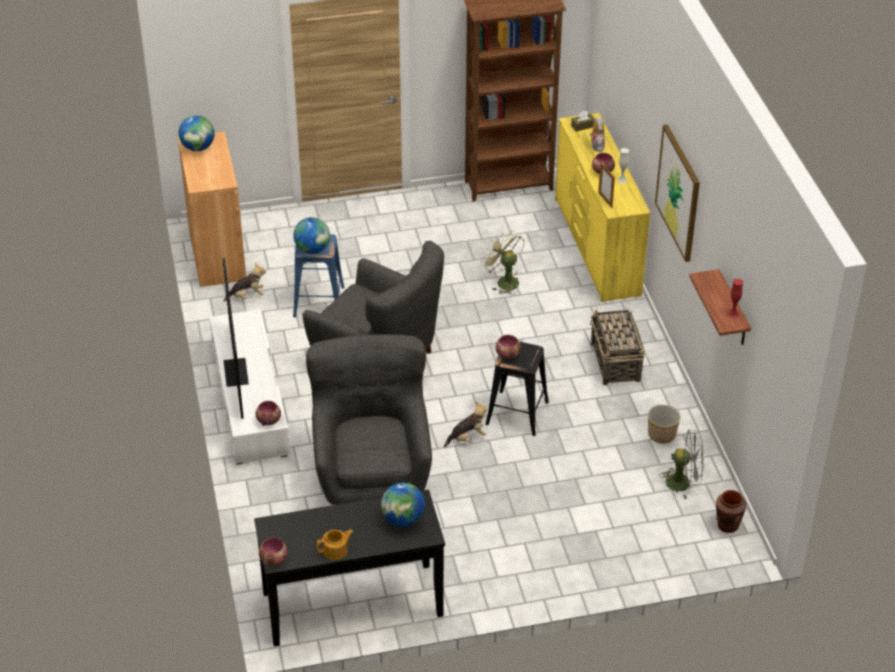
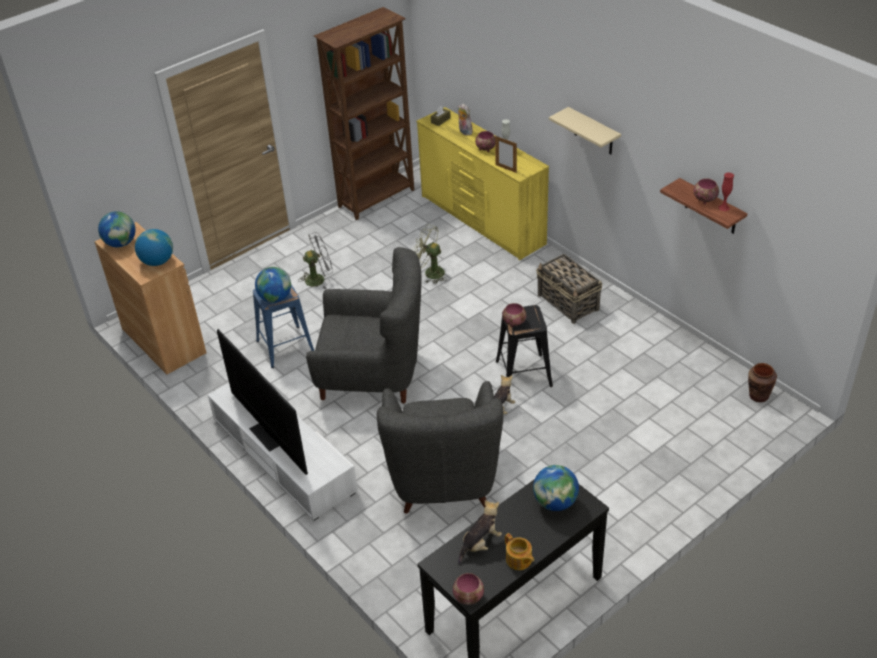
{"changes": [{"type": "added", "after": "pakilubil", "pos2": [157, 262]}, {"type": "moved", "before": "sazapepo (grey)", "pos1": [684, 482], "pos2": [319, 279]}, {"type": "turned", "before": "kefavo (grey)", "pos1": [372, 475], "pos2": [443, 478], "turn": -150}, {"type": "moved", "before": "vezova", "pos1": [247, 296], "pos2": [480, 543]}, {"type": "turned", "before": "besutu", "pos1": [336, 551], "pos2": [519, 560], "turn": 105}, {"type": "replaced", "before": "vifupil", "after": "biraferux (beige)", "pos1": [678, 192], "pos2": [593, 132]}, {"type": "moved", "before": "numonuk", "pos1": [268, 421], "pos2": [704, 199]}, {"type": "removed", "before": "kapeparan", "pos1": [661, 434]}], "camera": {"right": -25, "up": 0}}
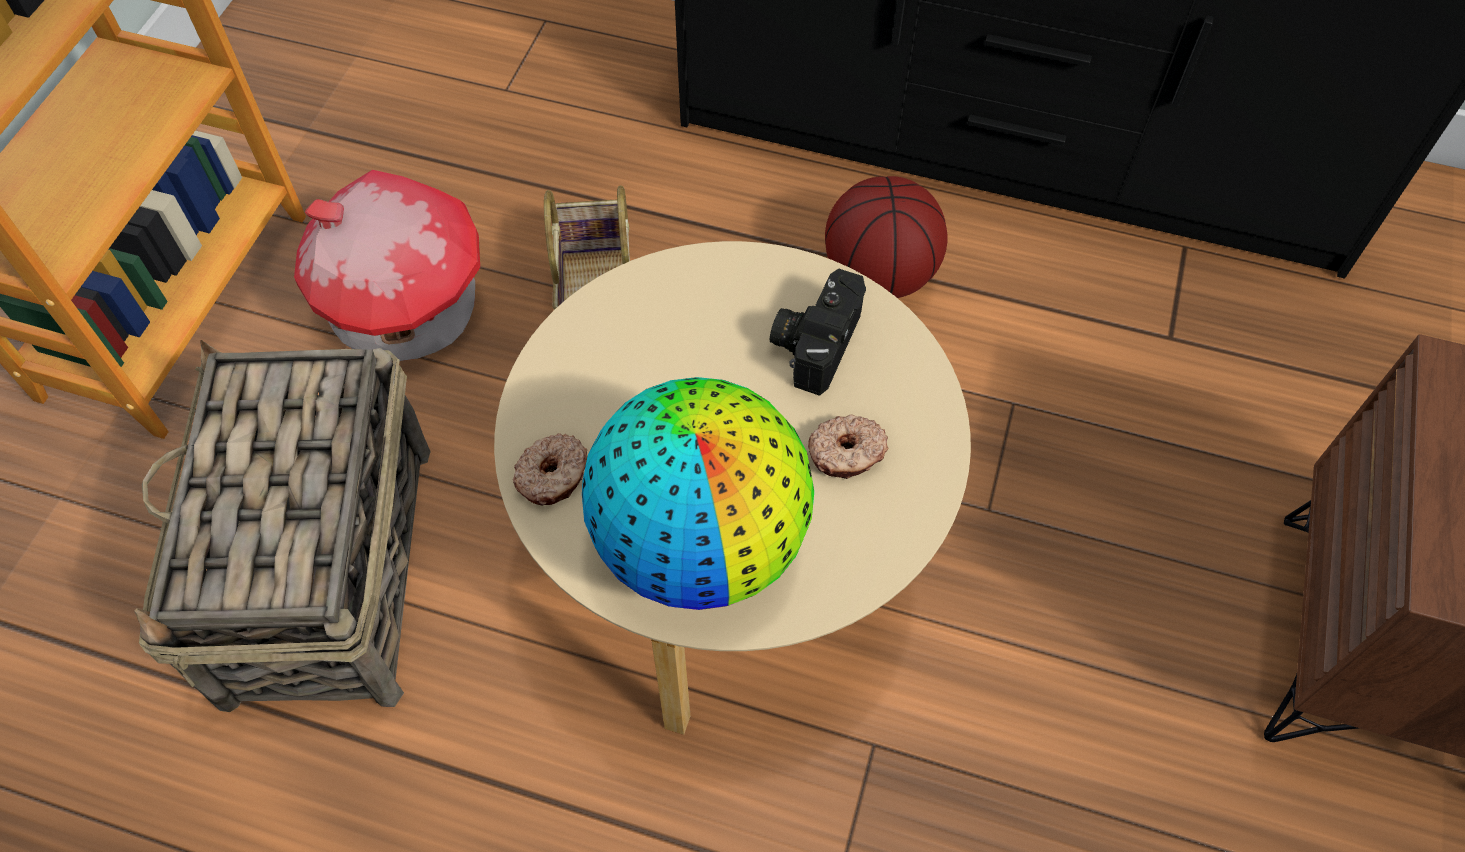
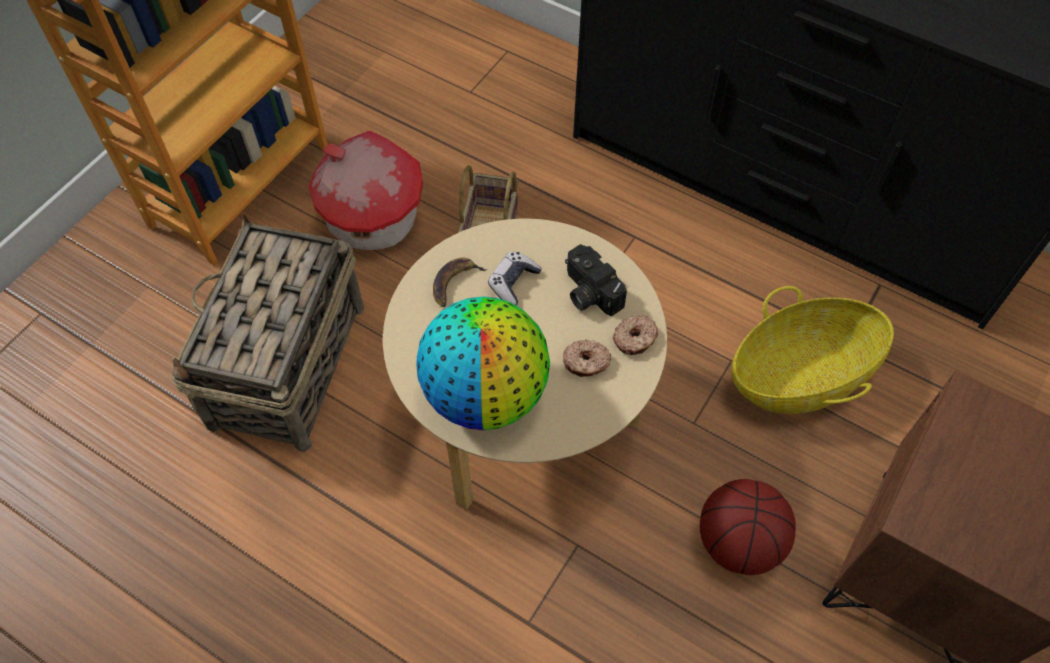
{"changes": [{"type": "added", "after": "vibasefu", "pos2": [454, 283]}, {"type": "added", "after": "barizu", "pos2": [513, 282]}, {"type": "turned", "before": "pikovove", "pos1": [814, 341], "pos2": [588, 292], "turn": -75}, {"type": "moved", "before": "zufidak", "pos1": [553, 476], "pos2": [635, 339]}, {"type": "moved", "before": "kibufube", "pos1": [878, 276], "pos2": [737, 542]}, {"type": "added", "after": "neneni", "pos2": [800, 374]}], "camera": {"right": 15, "up": 0}}
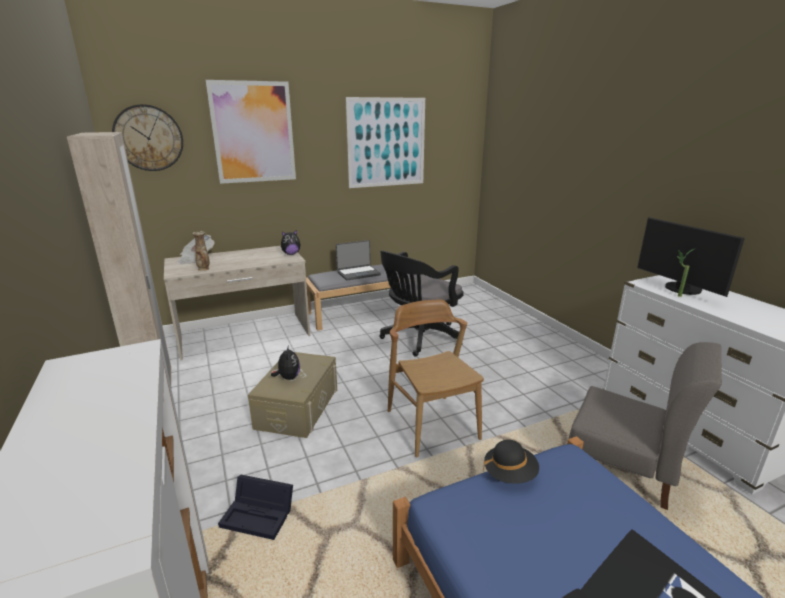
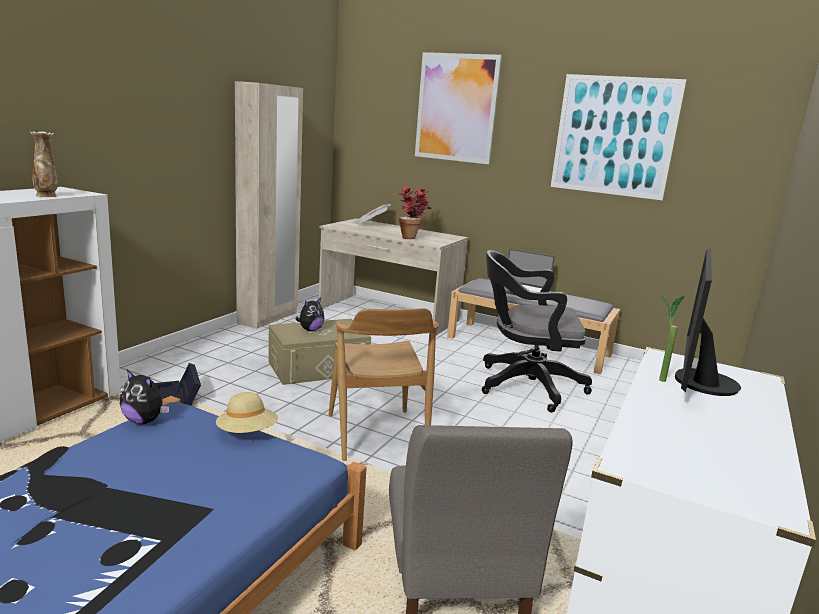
{"changes": [{"type": "moved", "before": "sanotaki", "pos1": [204, 269], "pos2": [47, 196]}, {"type": "moved", "before": "vezova", "pos1": [291, 254], "pos2": [144, 421]}, {"type": "recoloured", "before": "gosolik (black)", "after": "gosolik (beige)", "pos1": [510, 474], "pos2": [247, 433]}, {"type": "turned", "before": "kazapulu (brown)", "pos1": [432, 424], "pos2": [376, 435], "turn": 135}, {"type": "added", "after": "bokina", "pos2": [412, 237]}, {"type": "removed", "before": "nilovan", "pos1": [148, 138]}], "camera": {"right": 50, "up": -5}}
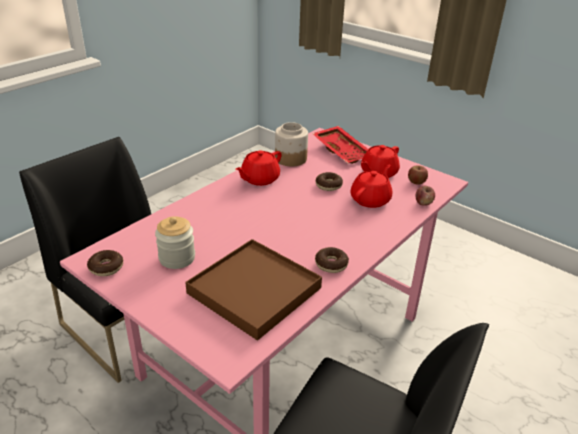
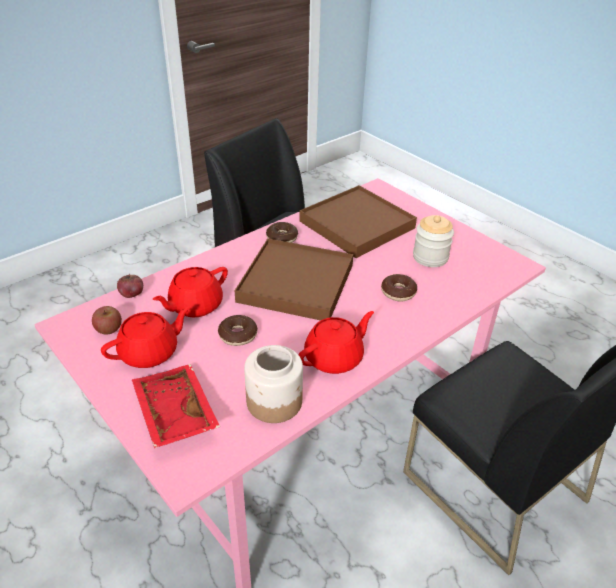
{"changes": [{"type": "added", "after": "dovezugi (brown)", "pos2": [296, 283]}, {"type": "moved", "before": "zufidak", "pos1": [106, 267], "pos2": [398, 292]}], "camera": {"right": -170, "up": 5}}
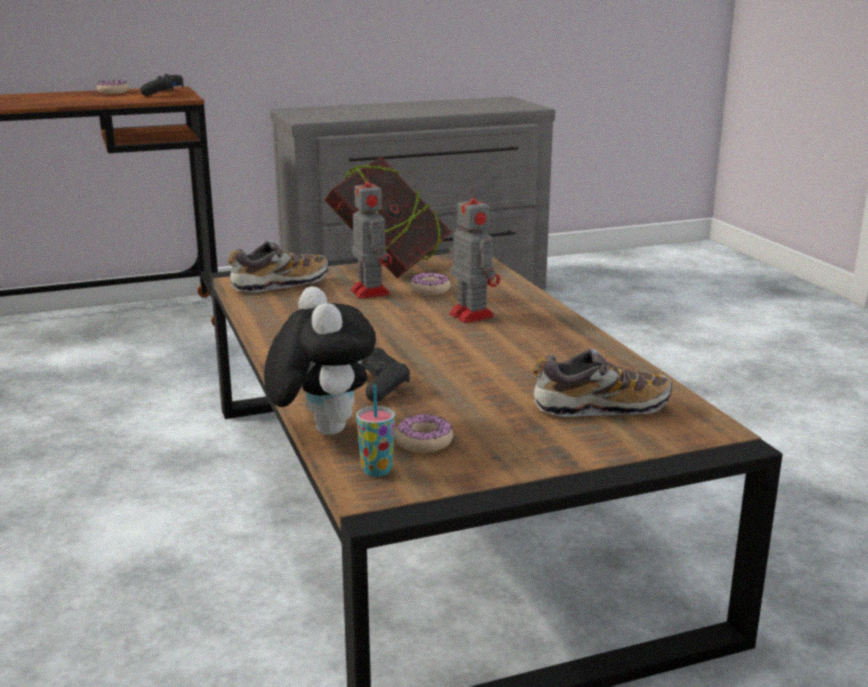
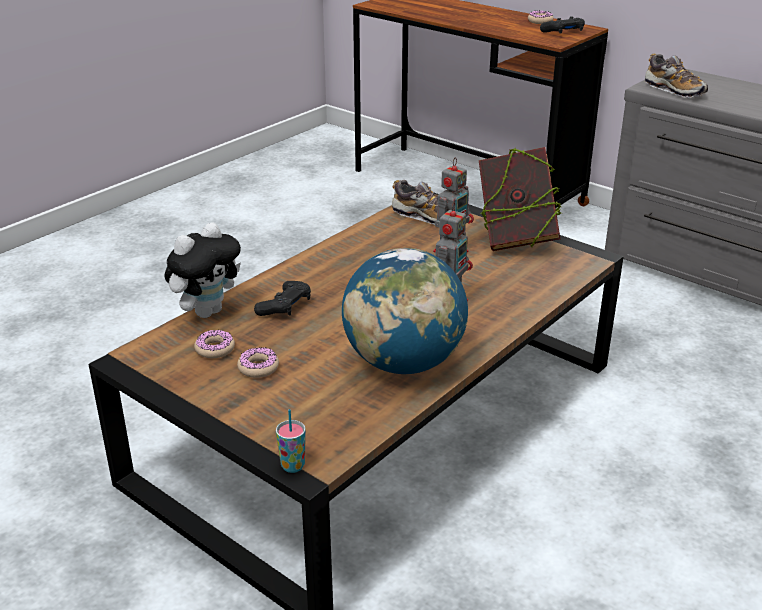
{"changes": [{"type": "moved", "before": "zufidak", "pos1": [430, 290], "pos2": [258, 368]}, {"type": "moved", "before": "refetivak", "pos1": [376, 470], "pos2": [293, 466]}, {"type": "added", "after": "pakilubil", "pos2": [404, 363]}, {"type": "moved", "before": "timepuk", "pos1": [600, 408], "pos2": [674, 90]}], "camera": {"right": 60, "up": 10}}
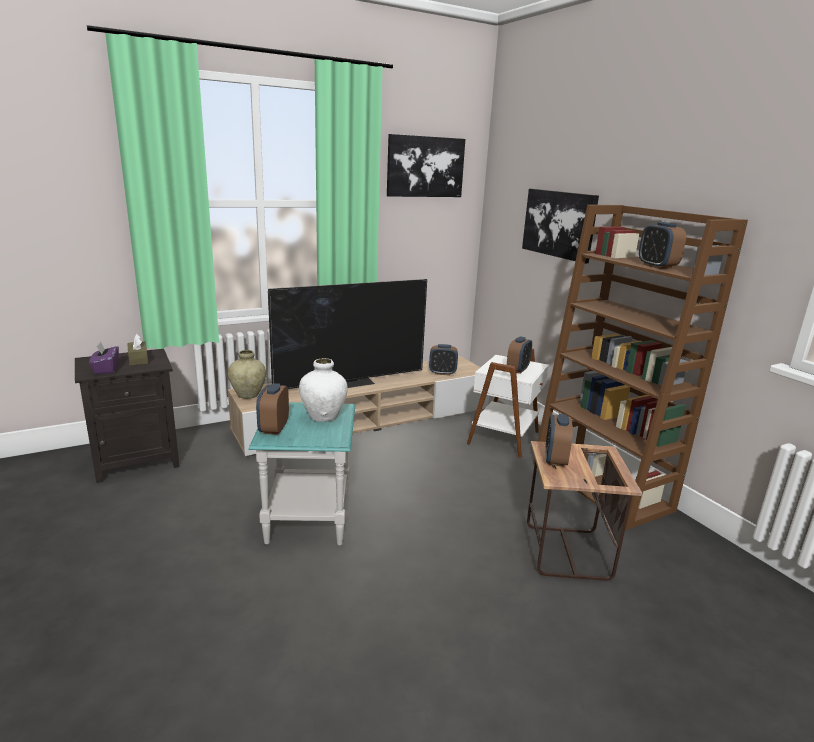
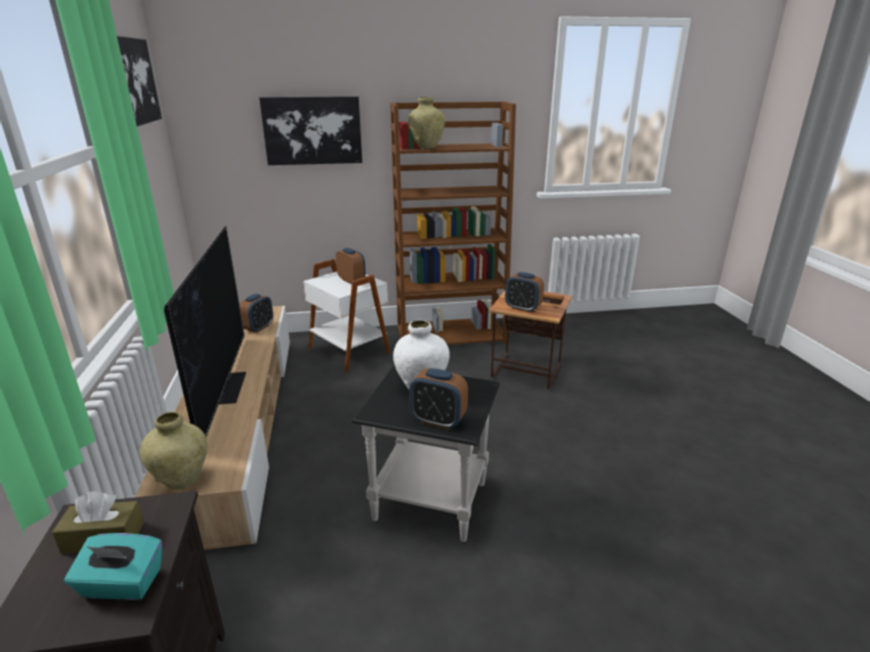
{"changes": [{"type": "recoloured", "before": "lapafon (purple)", "after": "lapafon (turquoise)", "pos1": [106, 369], "pos2": [122, 584]}, {"type": "recoloured", "before": "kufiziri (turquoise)", "after": "kufiziri (black)", "pos1": [308, 519], "pos2": [431, 501]}, {"type": "added", "after": "sanotaki (beige)", "pos2": [426, 147]}, {"type": "removed", "before": "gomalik", "pos1": [657, 266]}], "camera": {"right": -70, "up": 5}}
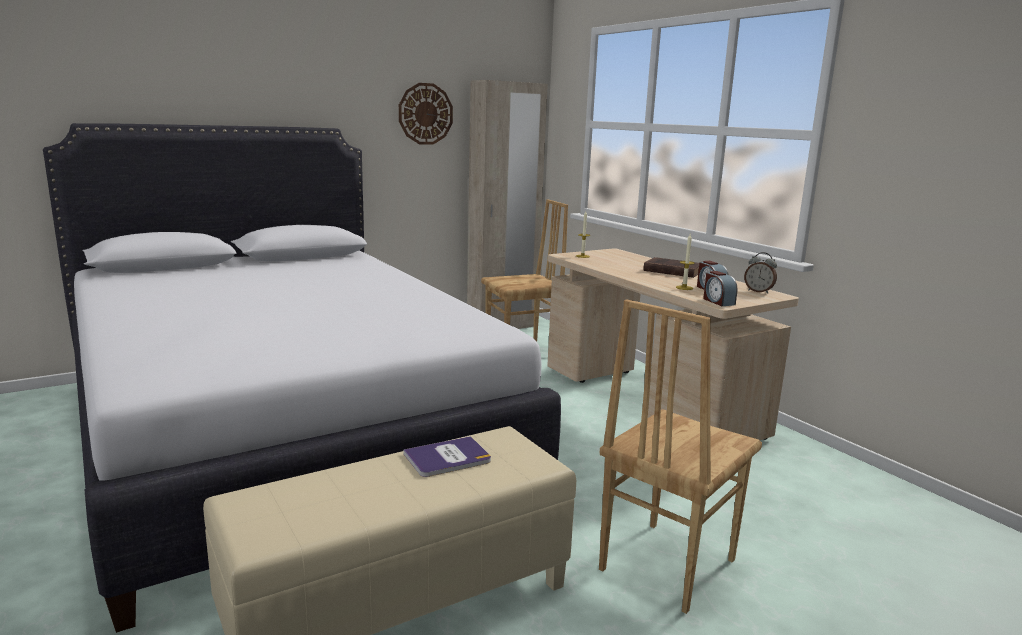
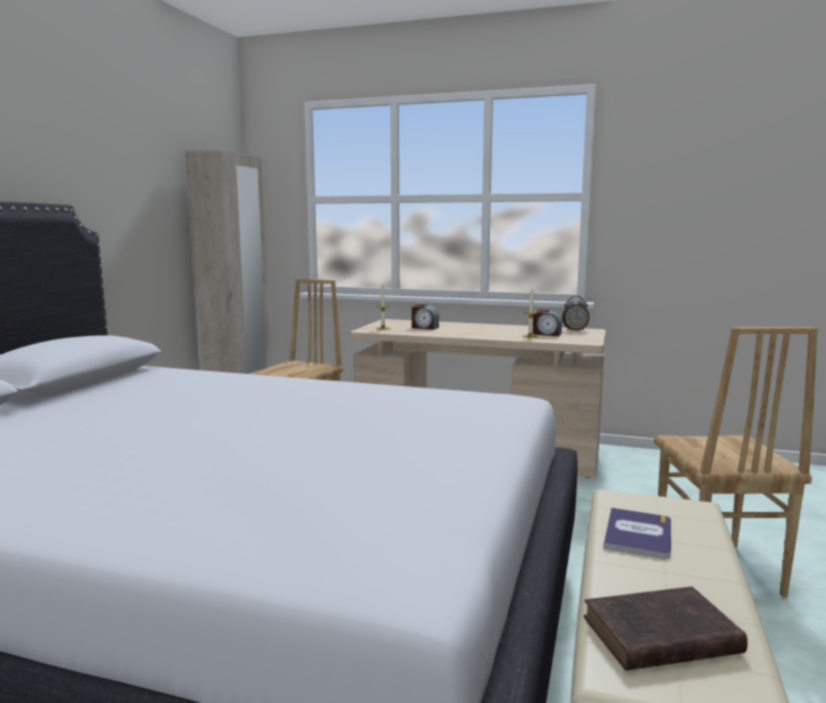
{"changes": [{"type": "moved", "before": "gomalik", "pos1": [718, 301], "pos2": [424, 327]}, {"type": "moved", "before": "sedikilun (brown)", "pos1": [671, 271], "pos2": [657, 636]}, {"type": "removed", "before": "nilovan", "pos1": [425, 114]}], "camera": {"right": -40, "up": -5}}
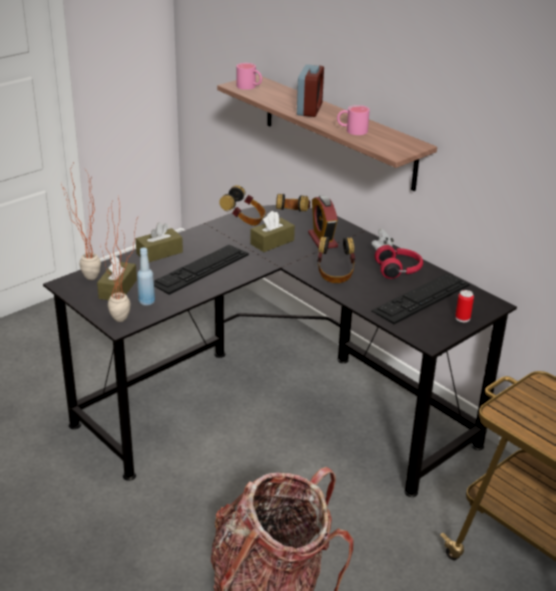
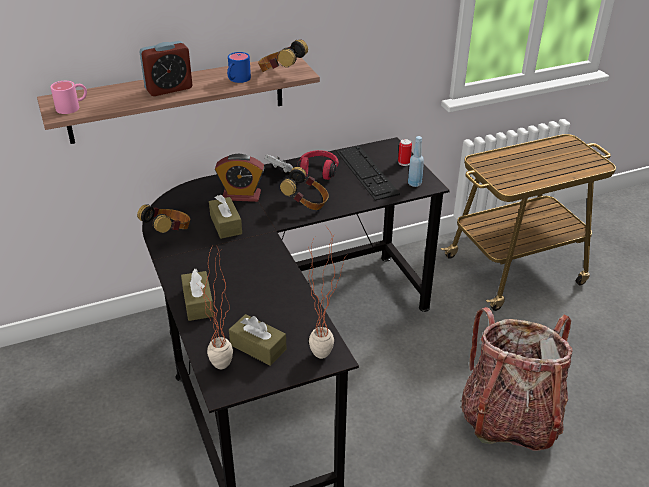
{"changes": [{"type": "turned", "before": "gomalik", "pos1": [309, 110], "pos2": [169, 89], "turn": 120}, {"type": "recoloured", "before": "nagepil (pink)", "after": "nagepil (blue)", "pos1": [352, 130], "pos2": [237, 80]}, {"type": "moved", "before": "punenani", "pos1": [292, 216], "pos2": [281, 73]}, {"type": "moved", "before": "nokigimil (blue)", "pos1": [147, 302], "pos2": [414, 183]}, {"type": "removed", "before": "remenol", "pos1": [200, 269]}], "camera": {"right": -70, "up": 5}}
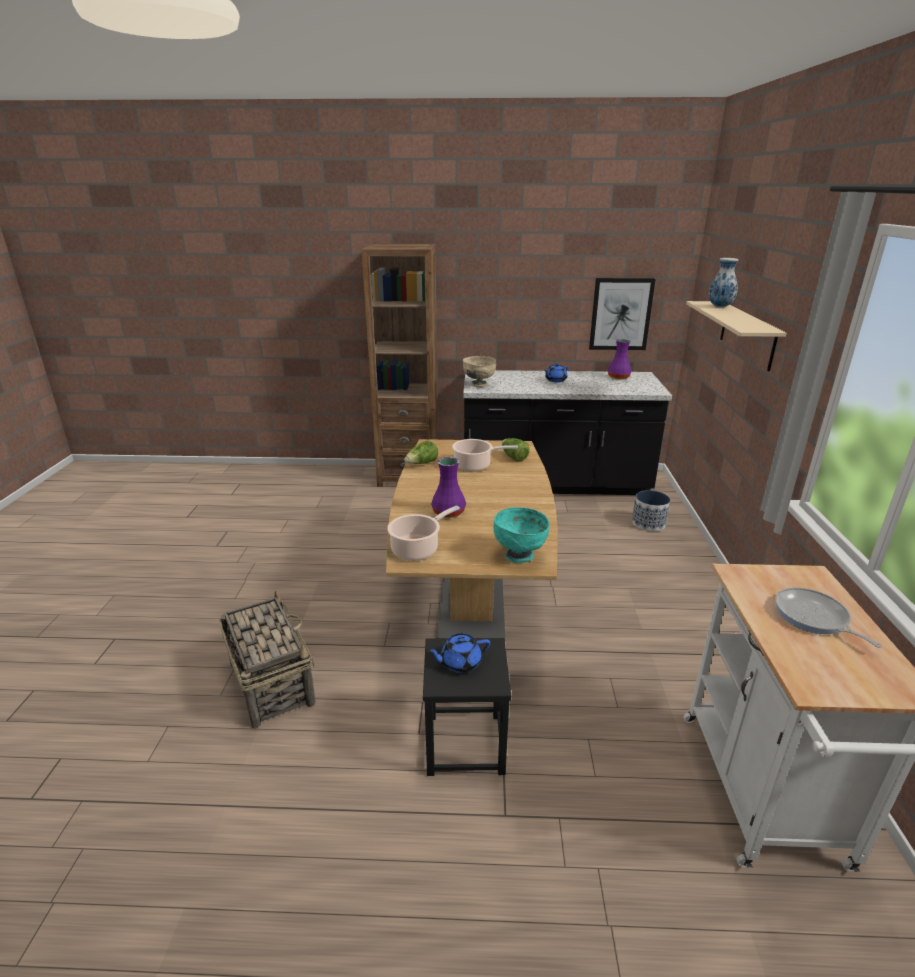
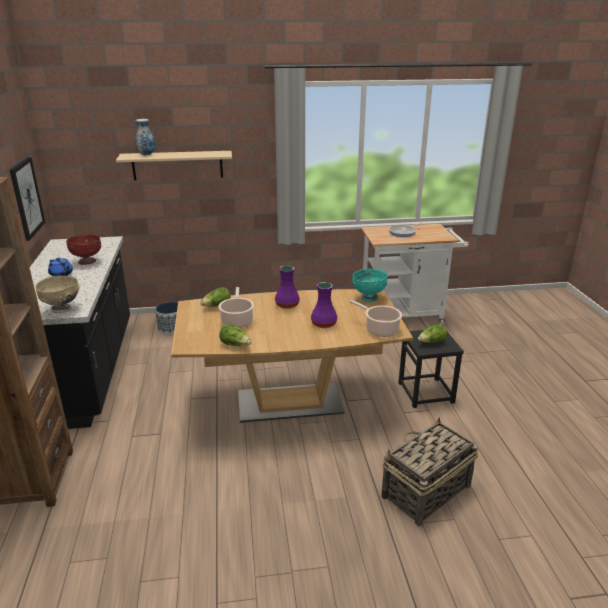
{"changes": [{"type": "added", "after": "numonuk (red)", "pos2": [87, 262]}, {"type": "moved", "before": "sanotaki (purple)", "pos1": [618, 377], "pos2": [287, 305]}, {"type": "replaced", "before": "besutu (blue)", "after": "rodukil", "pos1": [460, 663], "pos2": [431, 342]}], "camera": {"right": -100, "up": 0}}
